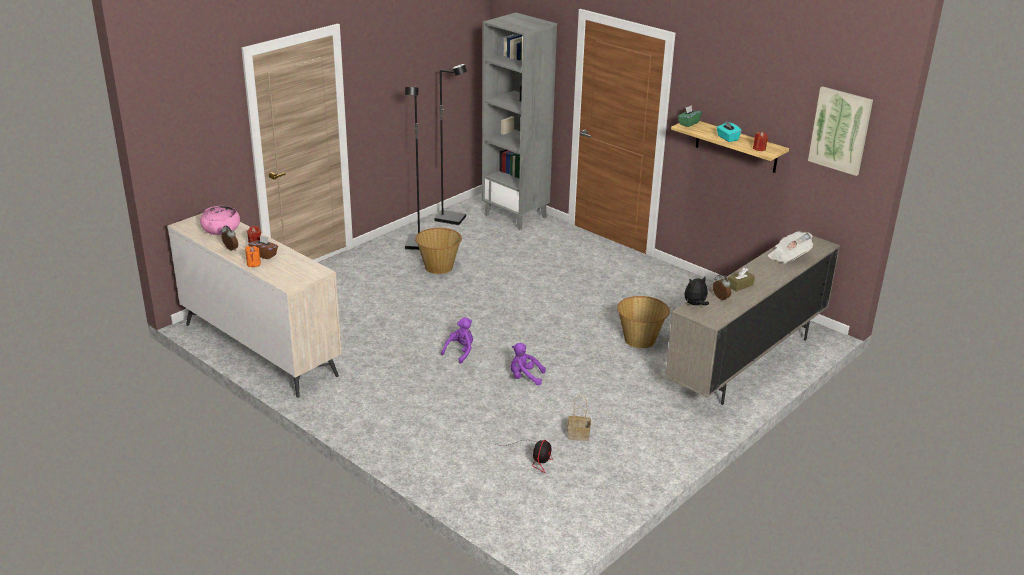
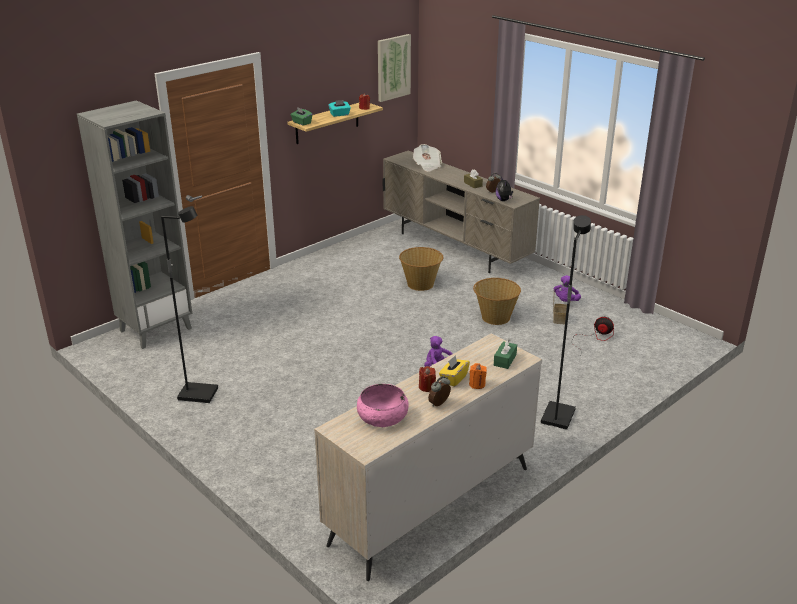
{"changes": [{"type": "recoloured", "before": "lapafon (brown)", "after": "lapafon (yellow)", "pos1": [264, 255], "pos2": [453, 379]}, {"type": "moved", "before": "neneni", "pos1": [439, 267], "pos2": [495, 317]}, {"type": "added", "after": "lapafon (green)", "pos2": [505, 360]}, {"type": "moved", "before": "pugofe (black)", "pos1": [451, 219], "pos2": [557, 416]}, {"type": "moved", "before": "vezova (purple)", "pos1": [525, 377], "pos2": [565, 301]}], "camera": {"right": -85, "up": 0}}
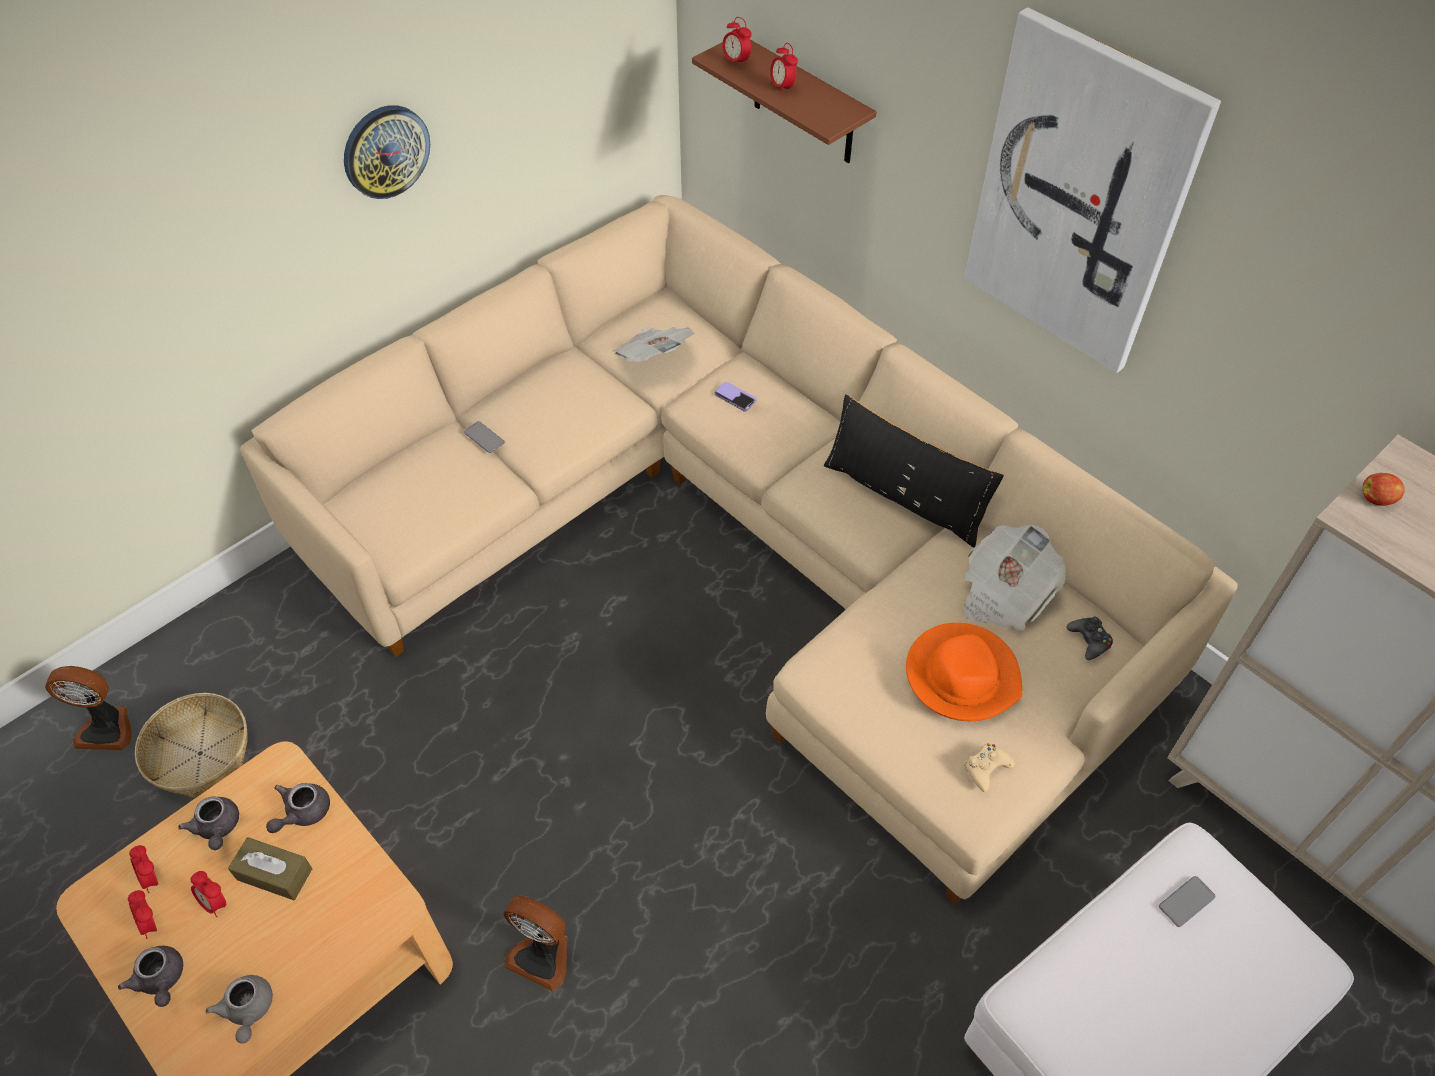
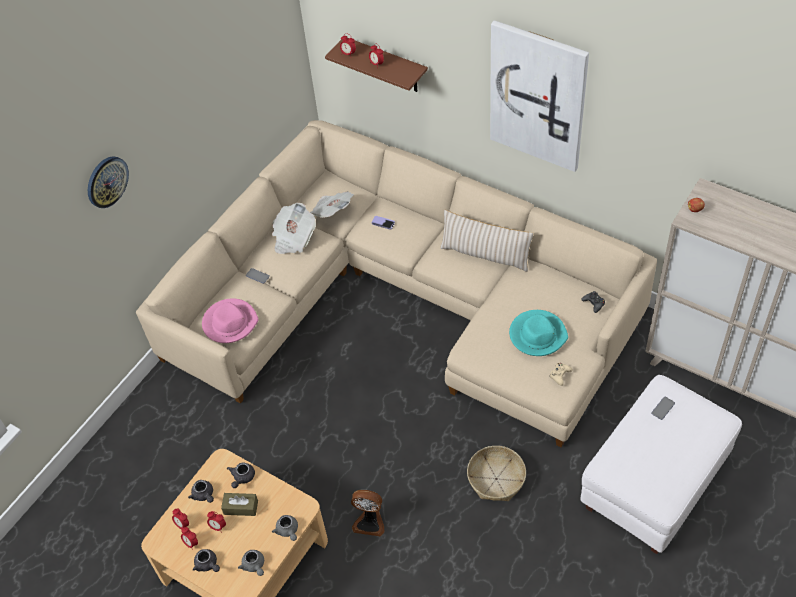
{"changes": [{"type": "moved", "before": "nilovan", "pos1": [385, 151], "pos2": [106, 181]}, {"type": "added", "after": "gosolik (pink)", "pos2": [230, 322]}, {"type": "moved", "before": "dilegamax", "pos1": [1004, 594], "pos2": [293, 238]}, {"type": "added", "after": "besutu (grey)", "pos2": [288, 531]}, {"type": "recoloured", "before": "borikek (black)", "after": "borikek (beige)", "pos1": [904, 497], "pos2": [485, 254]}, {"type": "moved", "before": "neneni", "pos1": [200, 753], "pos2": [496, 478]}, {"type": "recoloured", "before": "gosolik (orange)", "after": "gosolik (turquoise)", "pos1": [962, 675], "pos2": [537, 335]}, {"type": "removed", "before": "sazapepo", "pos1": [107, 728]}], "camera": {"right": -10, "up": 0}}
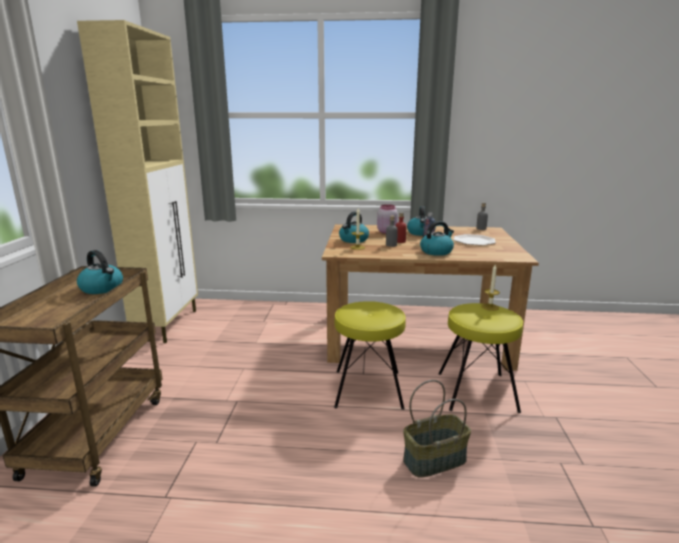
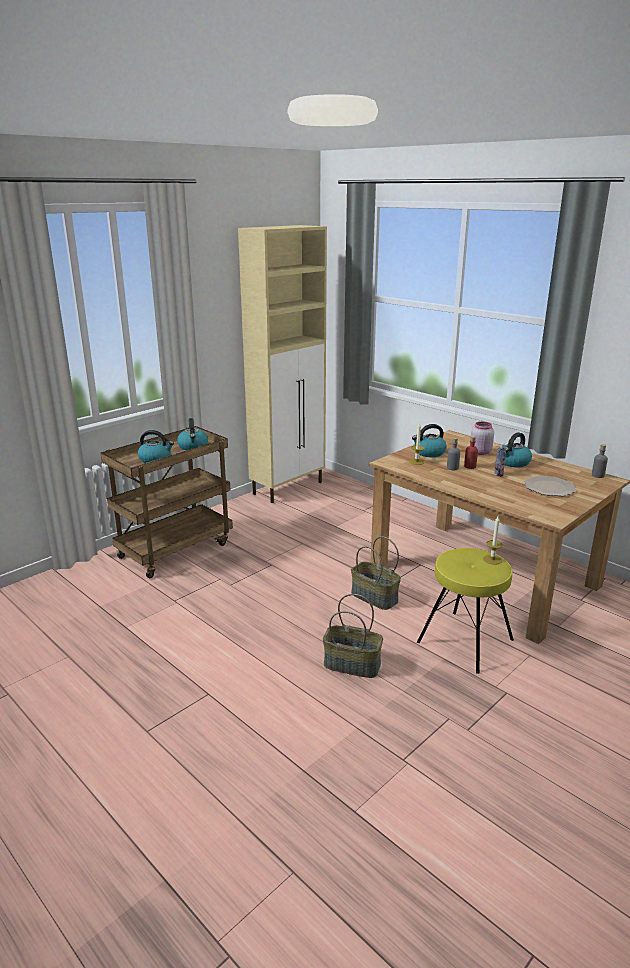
{"changes": [{"type": "moved", "before": "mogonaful", "pos1": [436, 251], "pos2": [155, 459]}, {"type": "replaced", "before": "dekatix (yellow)", "after": "neneni", "pos1": [367, 389], "pos2": [373, 597]}], "camera": {"right": 40, "up": 5}}
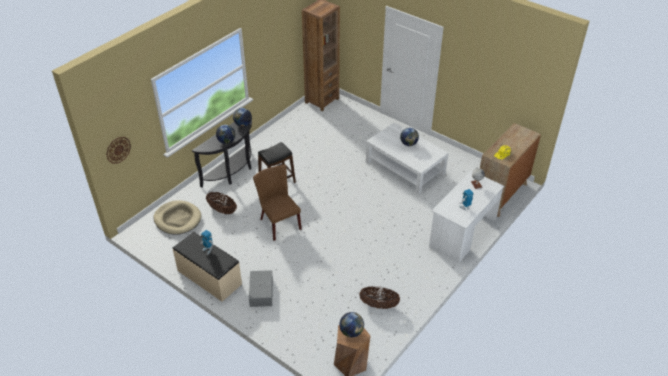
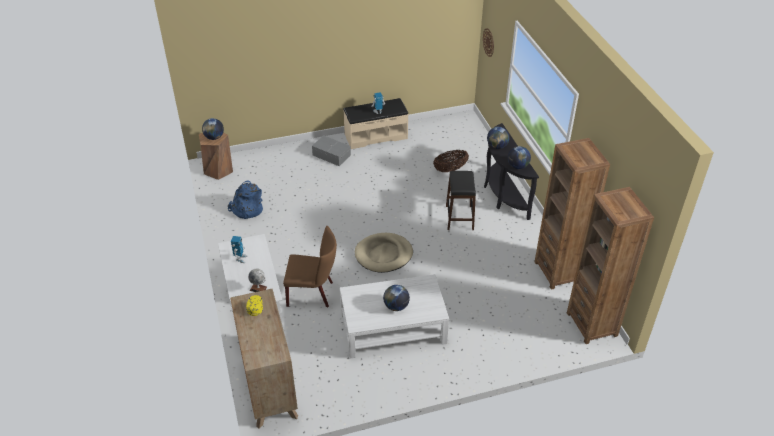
{"changes": [{"type": "replaced", "before": "neneni", "after": "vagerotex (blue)", "pos1": [379, 305], "pos2": [246, 209]}, {"type": "moved", "before": "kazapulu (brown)", "pos1": [278, 222], "pos2": [313, 293]}, {"type": "moved", "before": "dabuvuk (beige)", "pos1": [177, 219], "pos2": [383, 254]}, {"type": "added", "after": "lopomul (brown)", "pos2": [558, 272]}], "camera": {"right": 125, "up": 0}}
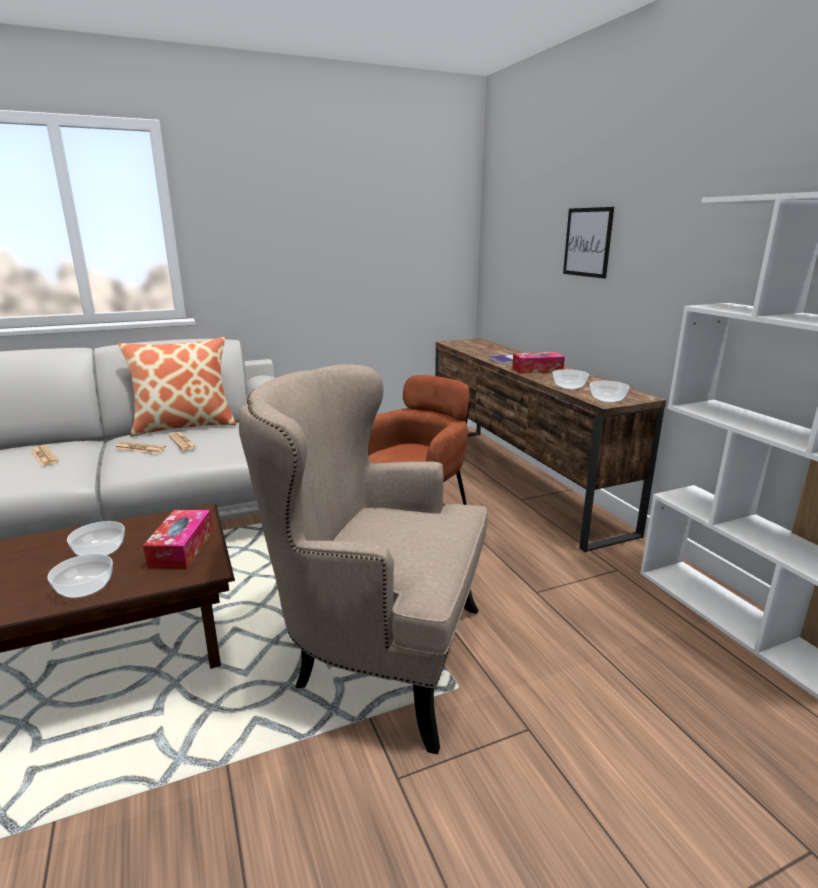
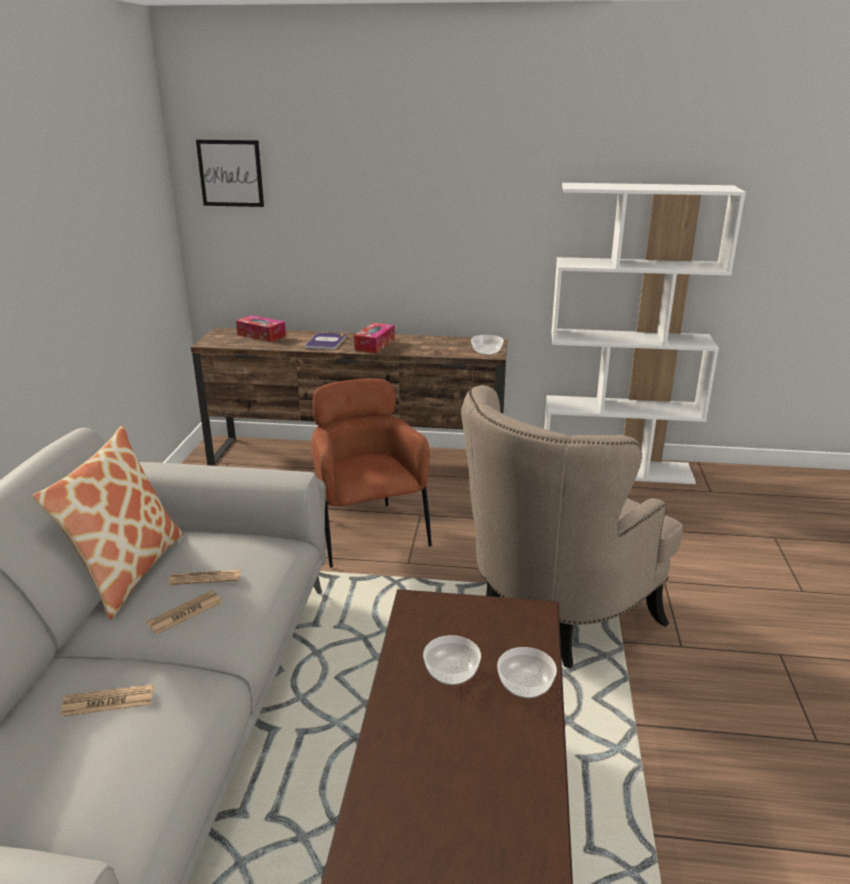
{"changes": [{"type": "moved", "before": "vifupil", "pos1": [587, 242], "pos2": [230, 173]}, {"type": "moved", "before": "lapafon", "pos1": [181, 548], "pos2": [261, 335]}, {"type": "removed", "before": "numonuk", "pos1": [569, 387]}], "camera": {"right": -60, "up": 5}}
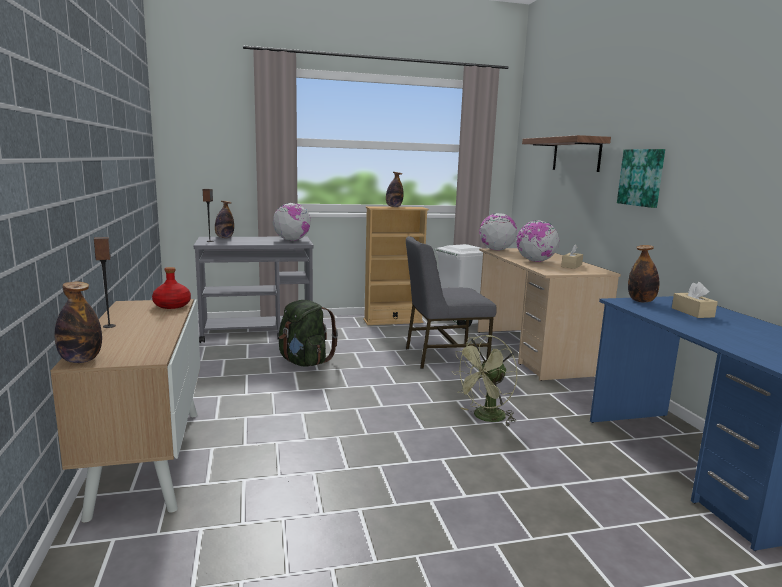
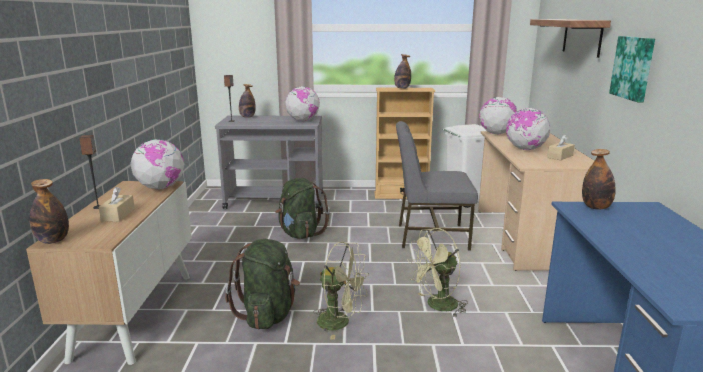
{"changes": [{"type": "moved", "before": "lapafon (beige)", "pos1": [692, 312], "pos2": [118, 215]}, {"type": "replaced", "before": "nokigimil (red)", "after": "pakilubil", "pos1": [172, 305], "pos2": [161, 188]}, {"type": "added", "after": "vagerotex (green)", "pos2": [268, 314]}, {"type": "added", "after": "sazapepo (green)", "pos2": [340, 322]}], "camera": {"right": 15, "up": 5}}
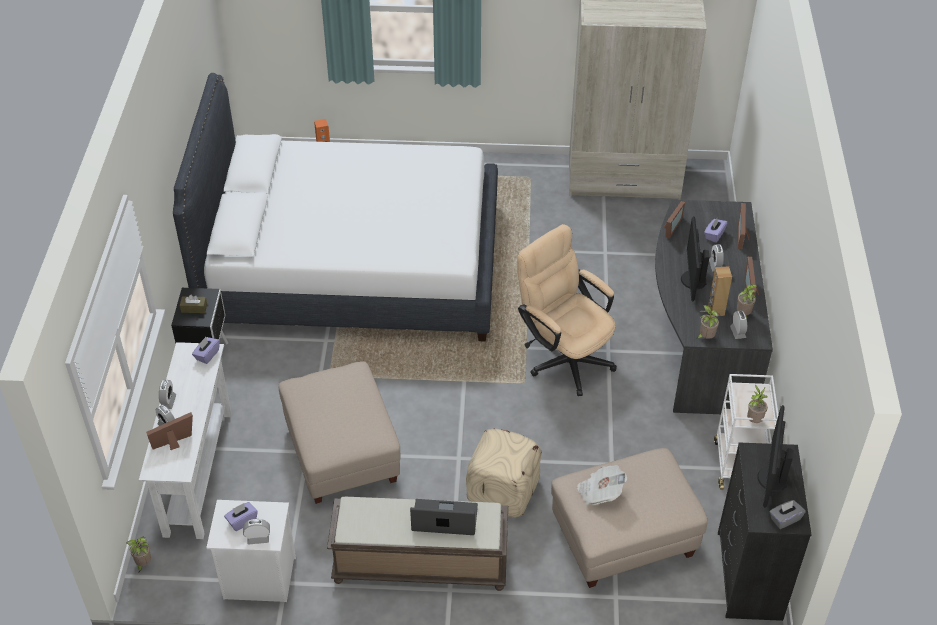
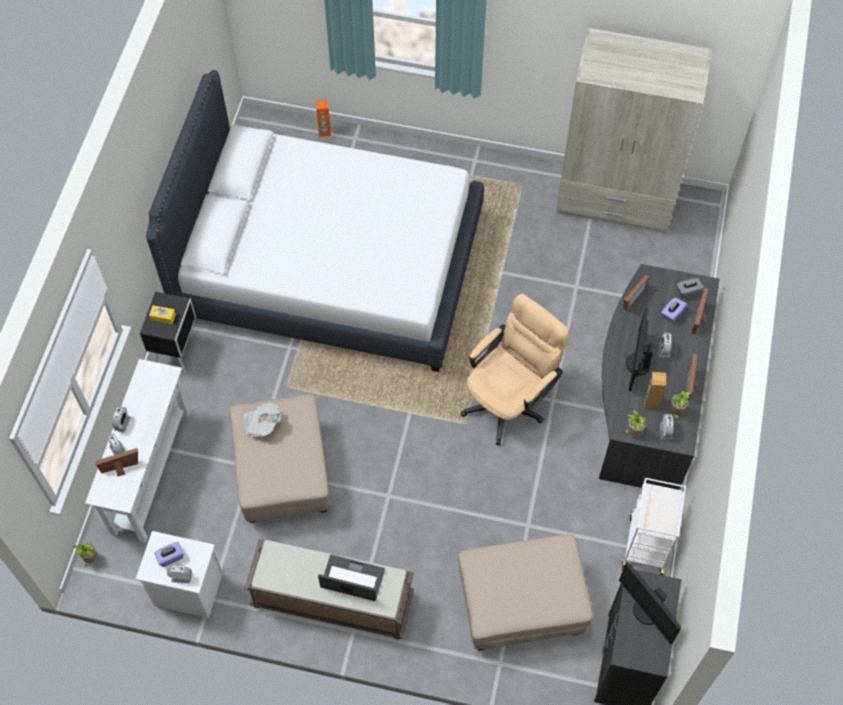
{"changes": [{"type": "recoloured", "before": "lapafon (brown)", "after": "lapafon (yellow)", "pos1": [194, 308], "pos2": [163, 317]}, {"type": "moved", "before": "dilegamax", "pos1": [600, 492], "pos2": [262, 424]}, {"type": "turned", "before": "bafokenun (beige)", "pos1": [564, 356], "pos2": [509, 400], "turn": 75}, {"type": "turned", "before": "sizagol", "pos1": [771, 478], "pos2": [646, 611], "turn": -60}, {"type": "moved", "before": "lapafon (grey)", "pos1": [784, 519], "pos2": [688, 291]}, {"type": "removed", "before": "lapafon (purple)", "pos1": [207, 355]}, {"type": "removed", "before": "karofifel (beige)", "pos1": [502, 491]}, {"type": "removed", "before": "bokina", "pos1": [753, 420]}], "camera": {"right": 10, "up": 15}}
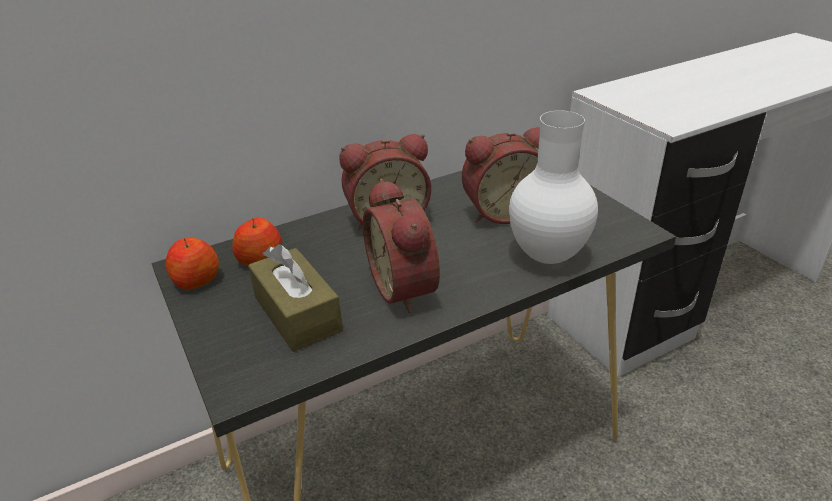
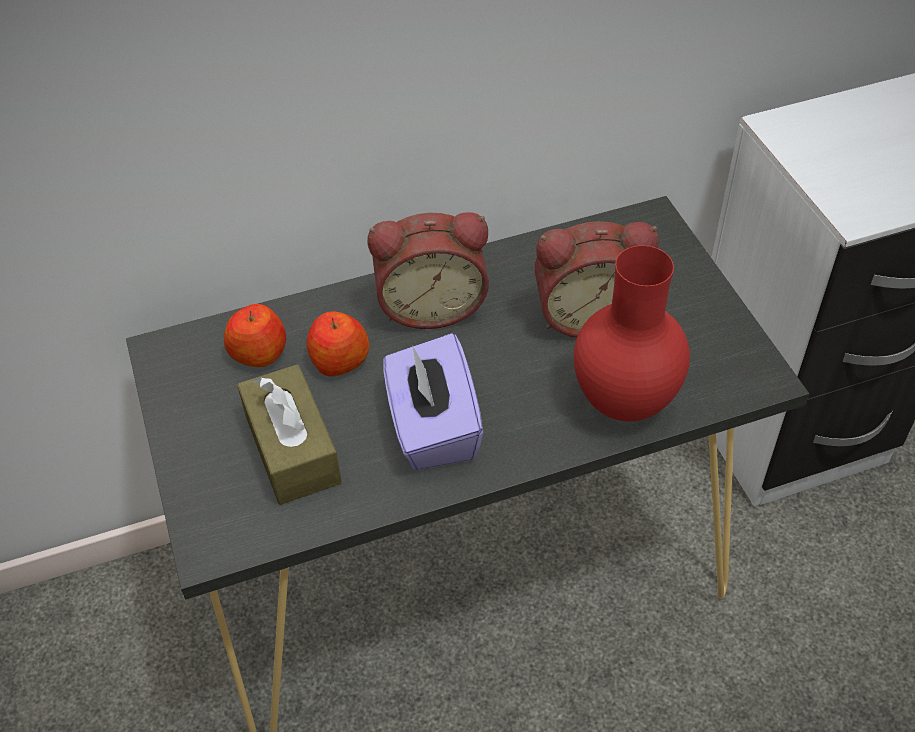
{"changes": [{"type": "moved", "before": "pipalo", "pos1": [196, 280], "pos2": [339, 360]}, {"type": "replaced", "before": "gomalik", "after": "lapafon (purple)", "pos1": [407, 287], "pos2": [432, 428]}, {"type": "recoloured", "before": "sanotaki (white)", "after": "sanotaki (red)", "pos1": [546, 256], "pos2": [621, 403]}], "camera": {"right": 10, "up": 15}}
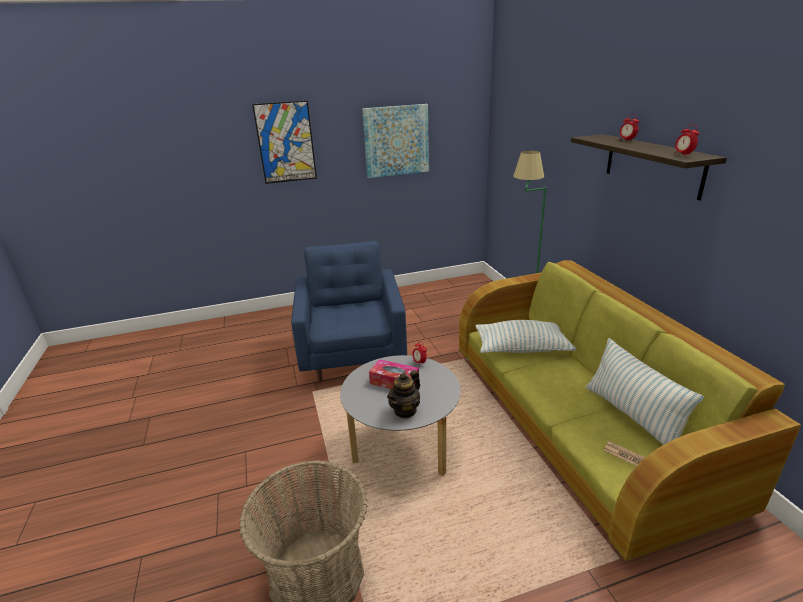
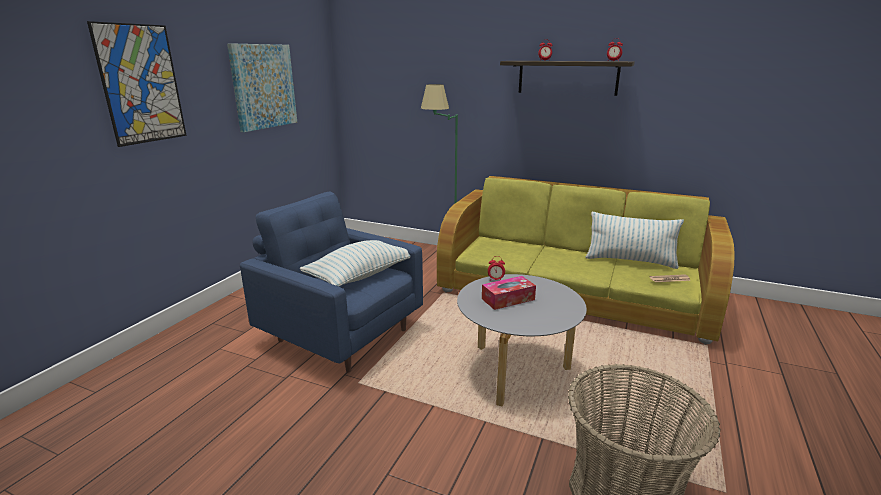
{"changes": [{"type": "moved", "before": "borikek", "pos1": [522, 348], "pos2": [360, 275]}, {"type": "removed", "before": "besutu", "pos1": [405, 410]}], "camera": {"right": -50, "up": -5}}
